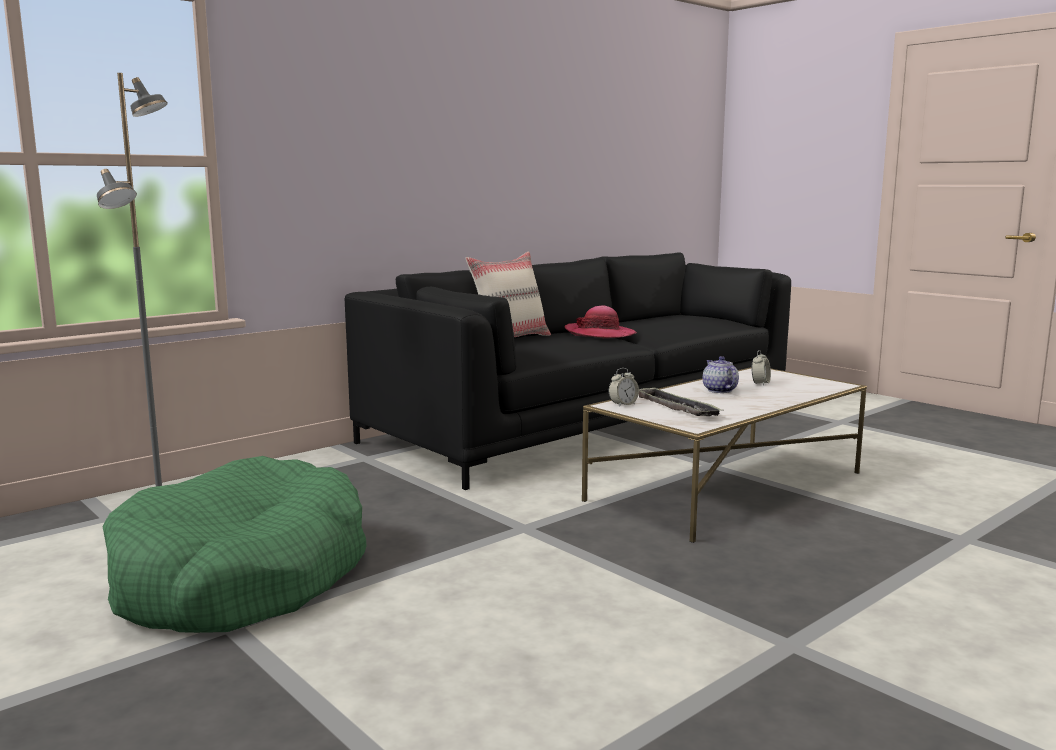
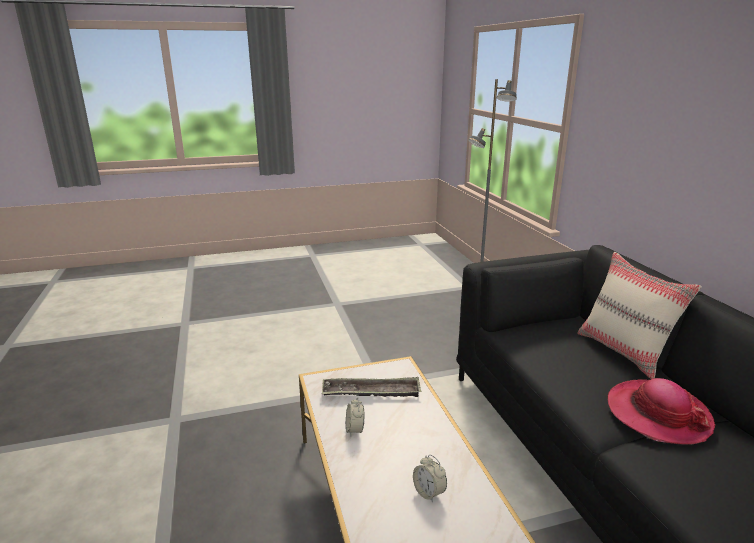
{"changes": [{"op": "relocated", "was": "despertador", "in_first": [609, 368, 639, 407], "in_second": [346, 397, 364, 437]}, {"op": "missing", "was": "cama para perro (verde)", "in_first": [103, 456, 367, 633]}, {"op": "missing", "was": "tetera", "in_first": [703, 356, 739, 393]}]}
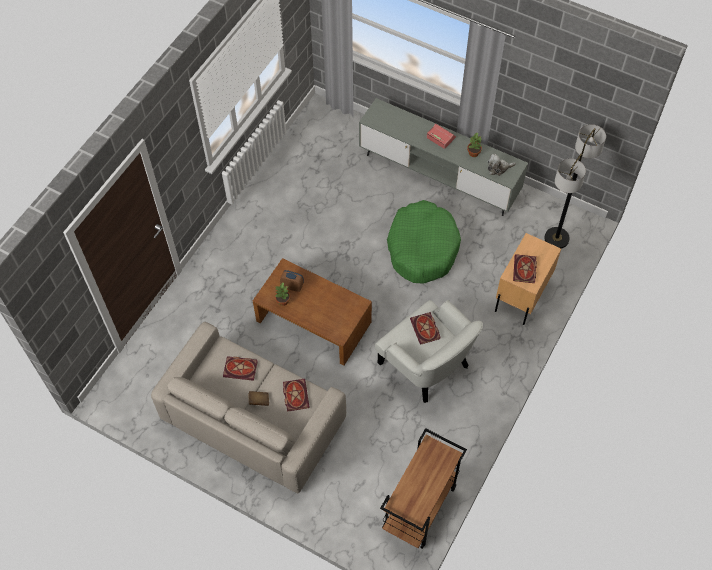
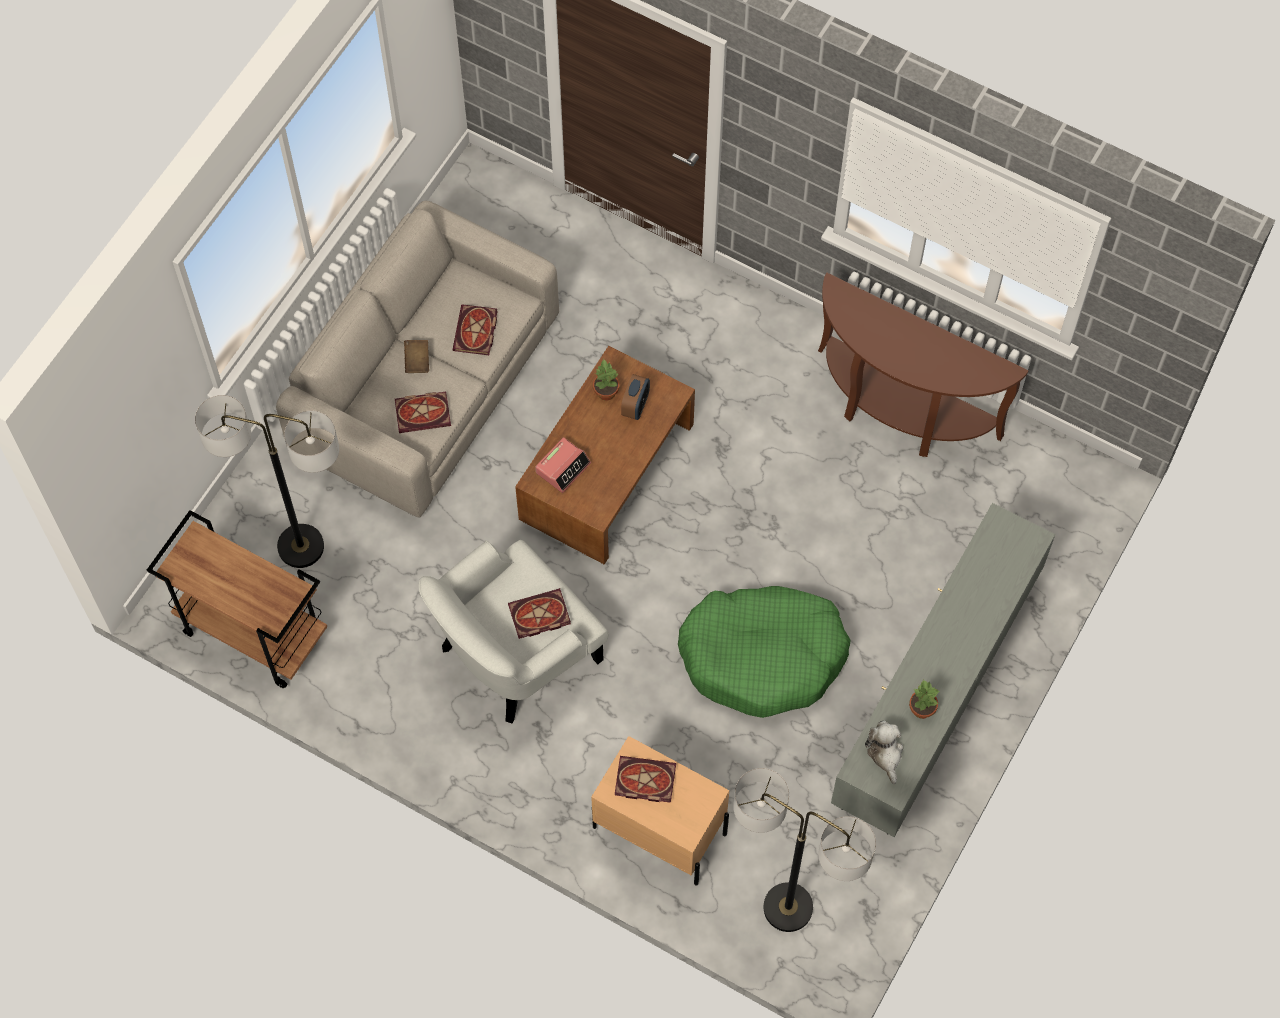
{"changes": [{"op": "appeared", "now": "lámpara de pie", "in_second": [195, 395, 339, 568]}, {"op": "relocated", "was": "despertador", "in_first": [427, 123, 456, 149], "in_second": [535, 437, 591, 493]}, {"op": "appeared", "now": "mesa consola (marrón)", "in_second": [818, 273, 1029, 457]}]}
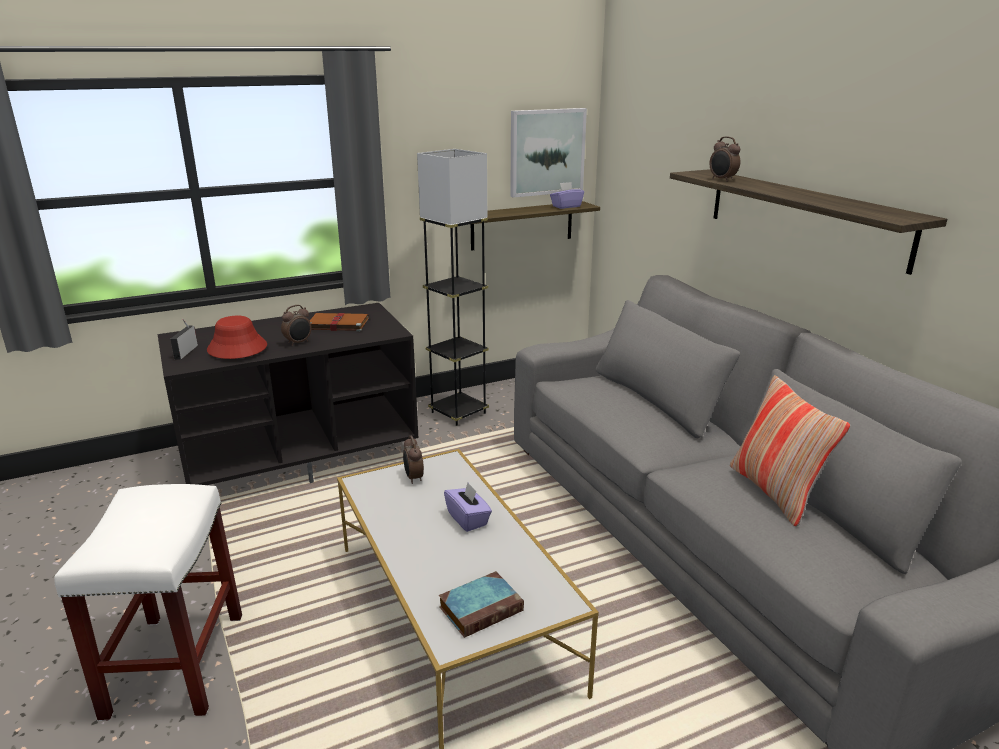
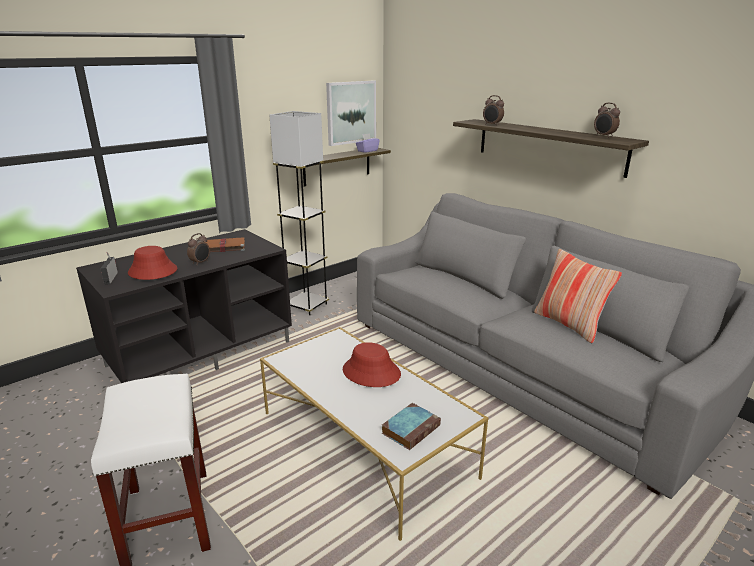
{"changes": [{"op": "exchanged", "was": "caja de pañuelos (morado)", "now": "sombrero (rojo)", "in_first": [444, 482, 492, 532], "in_second": [343, 342, 401, 387]}, {"op": "relocated", "was": "despertador", "in_first": [403, 435, 424, 484], "in_second": [594, 103, 620, 137]}]}
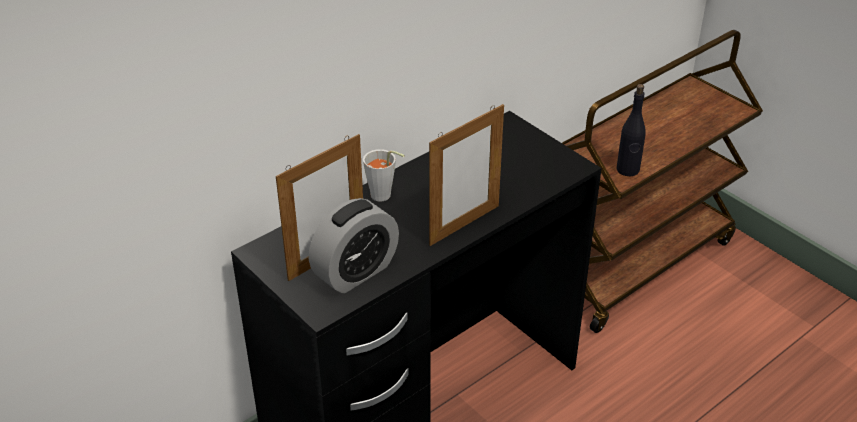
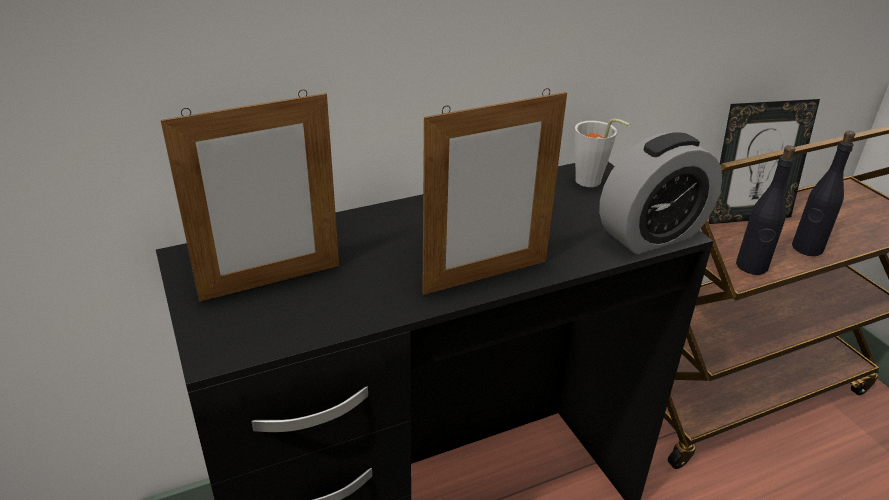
{"changes": [{"op": "relocated", "was": "taza (gris)", "in_first": [363, 149, 405, 201], "in_second": [575, 119, 631, 187]}, {"op": "relocated", "was": "despertador", "in_first": [309, 198, 399, 293], "in_second": [599, 132, 722, 254]}, {"op": "appeared", "now": "portarretratos", "in_second": [708, 99, 820, 224]}, {"op": "appeared", "now": "botella (negro)", "in_second": [792, 131, 855, 256]}]}
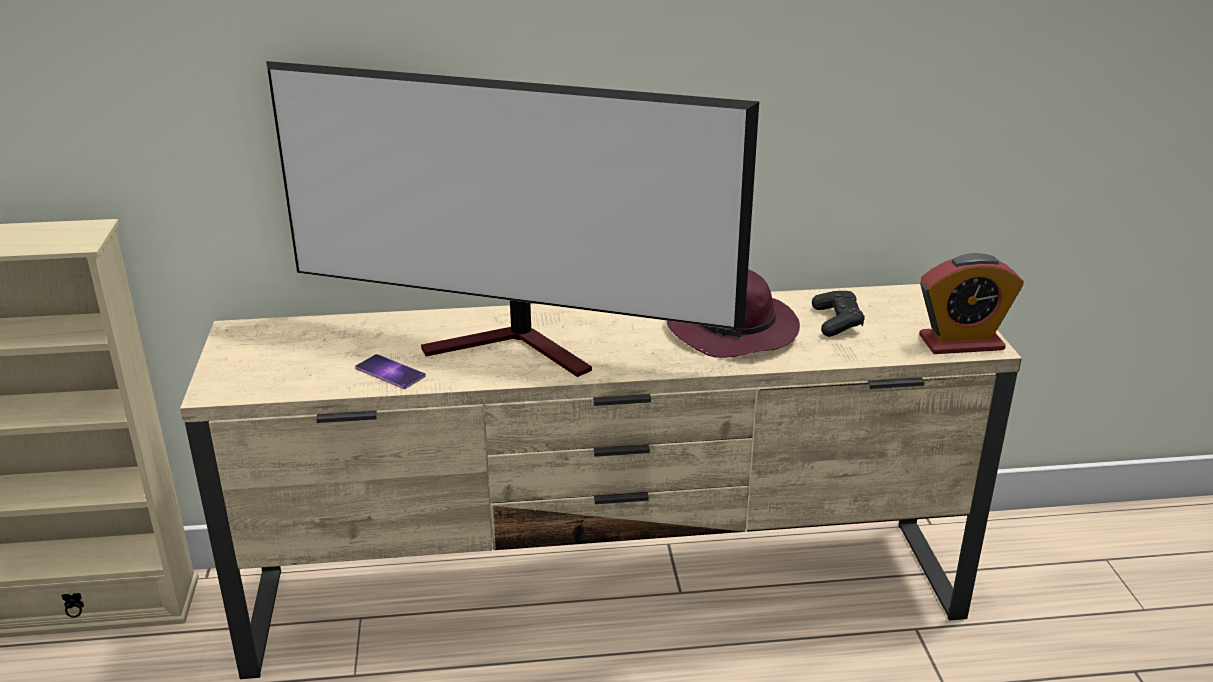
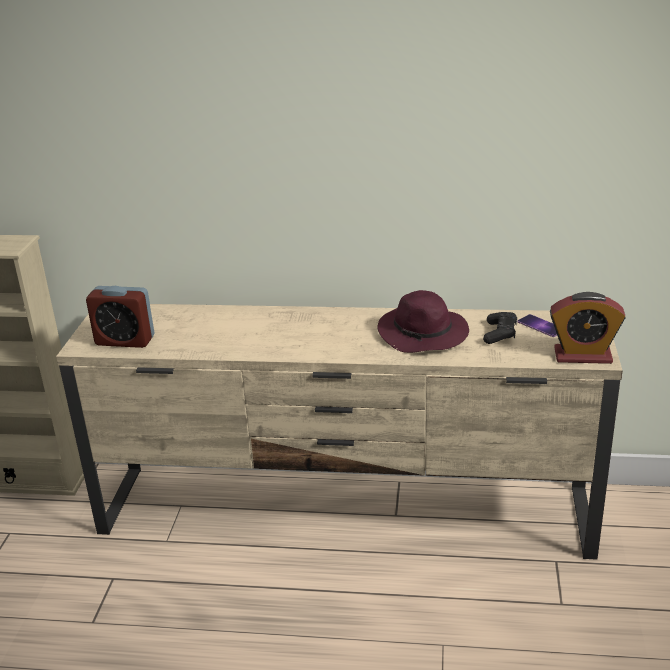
{"changes": [{"op": "appeared", "now": "despertador", "in_second": [86, 286, 154, 348]}, {"op": "relocated", "was": "móvil", "in_first": [355, 354, 426, 389], "in_second": [518, 314, 557, 337]}, {"op": "missing", "was": "televisor", "in_first": [266, 61, 759, 377]}]}
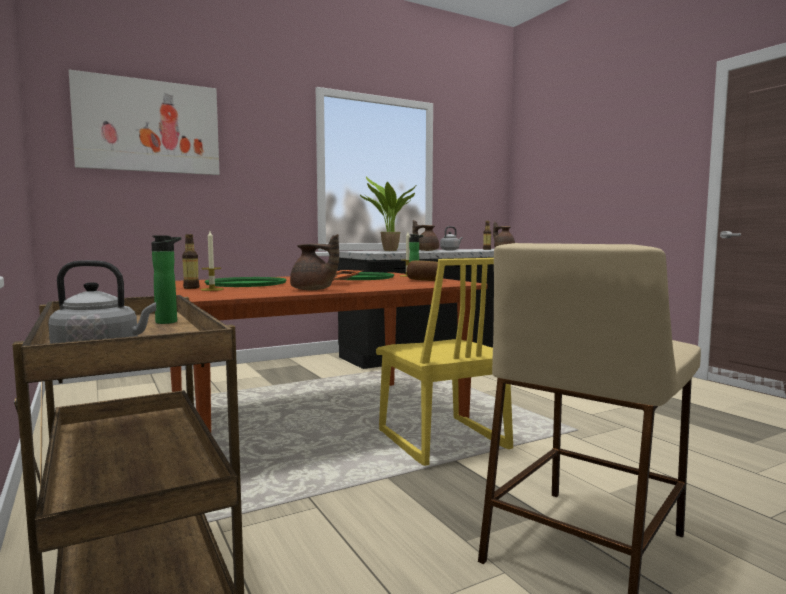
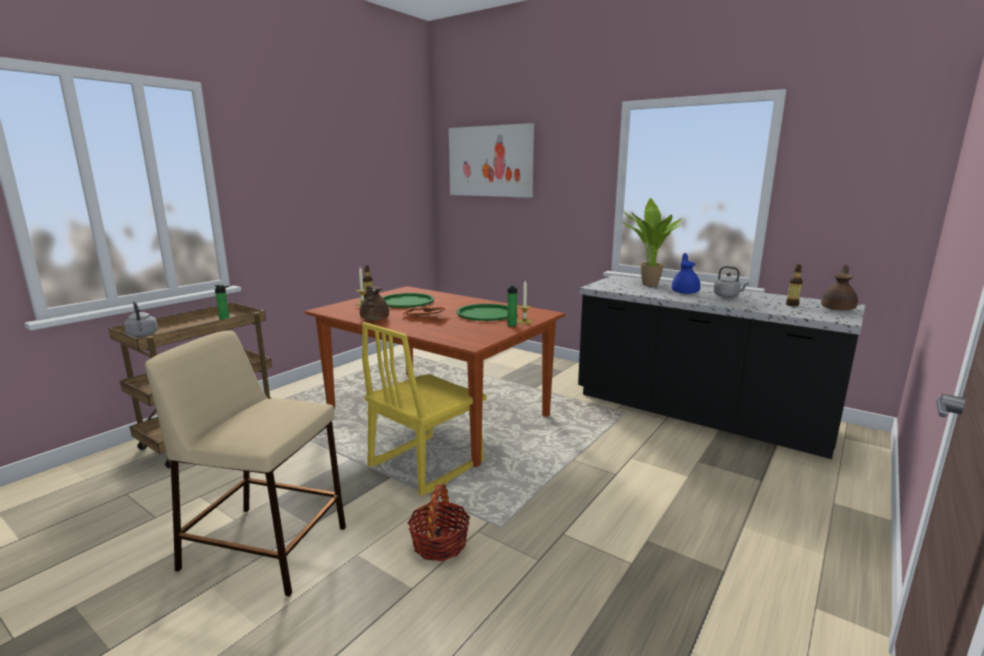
{"changes": [{"op": "appeared", "now": "cesta", "in_second": [408, 484, 470, 561]}, {"op": "colour", "was": "tetera (marrón)", "now": "tetera (azul)", "in_first": [413, 220, 439, 251], "in_second": [672, 253, 700, 294]}, {"op": "missing", "was": "pan", "in_first": [407, 260, 438, 281]}]}
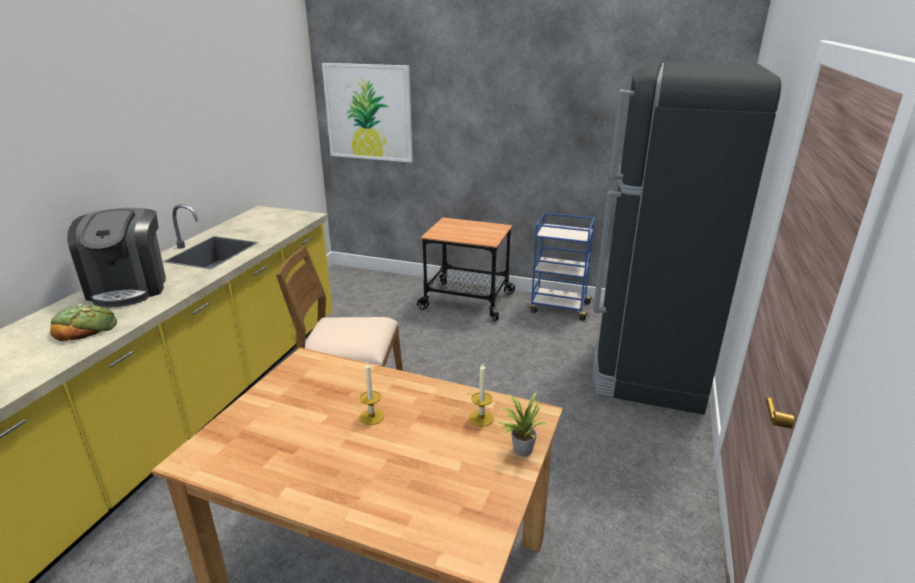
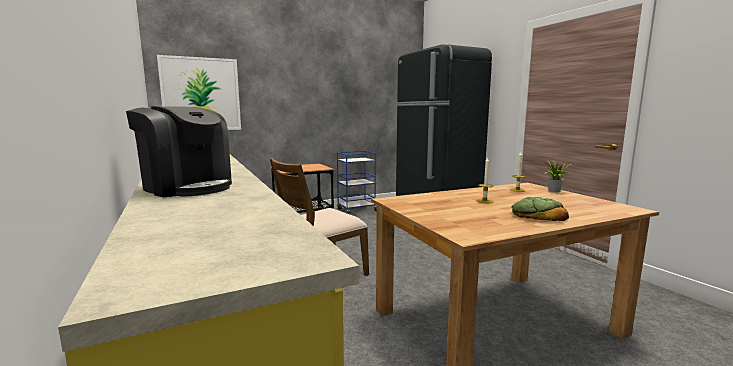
{"changes": [{"op": "relocated", "was": "pan", "in_first": [50, 304, 117, 341], "in_second": [511, 197, 569, 221]}]}
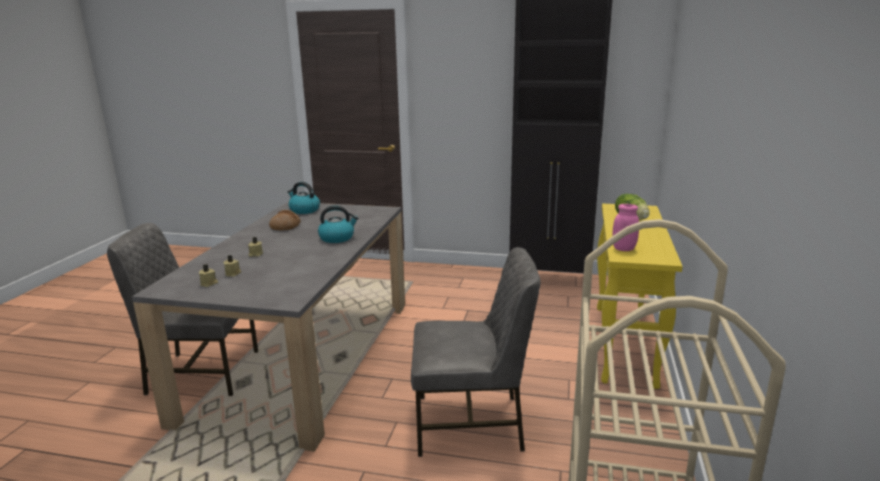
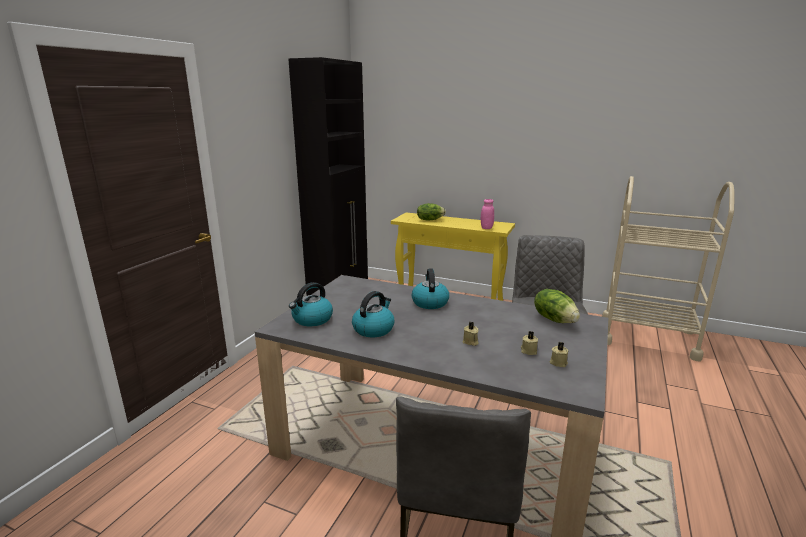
{"changes": [{"op": "exchanged", "was": "pan", "now": "hervidor", "in_first": [269, 210, 301, 230], "in_second": [352, 291, 394, 337]}, {"op": "appeared", "now": "lechuga", "in_second": [534, 289, 580, 323]}]}
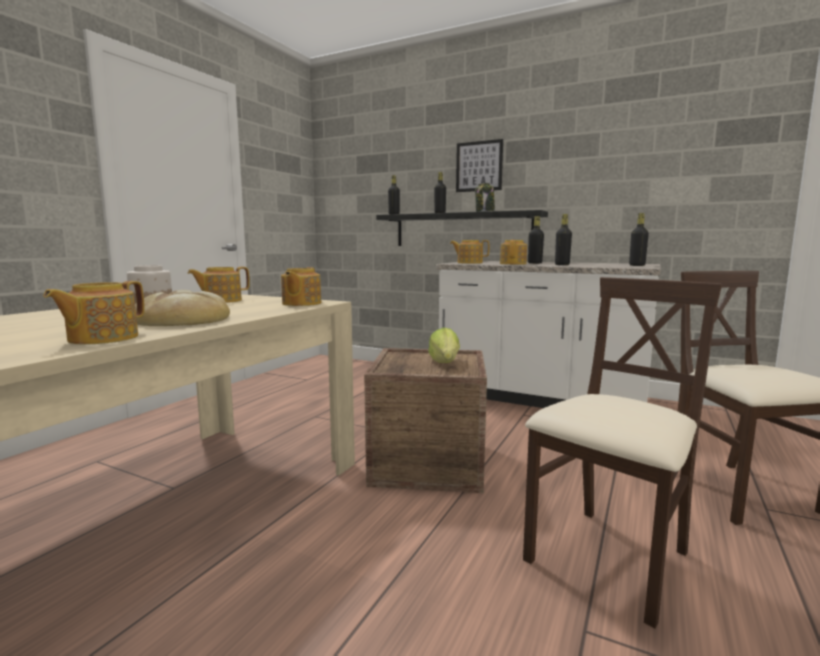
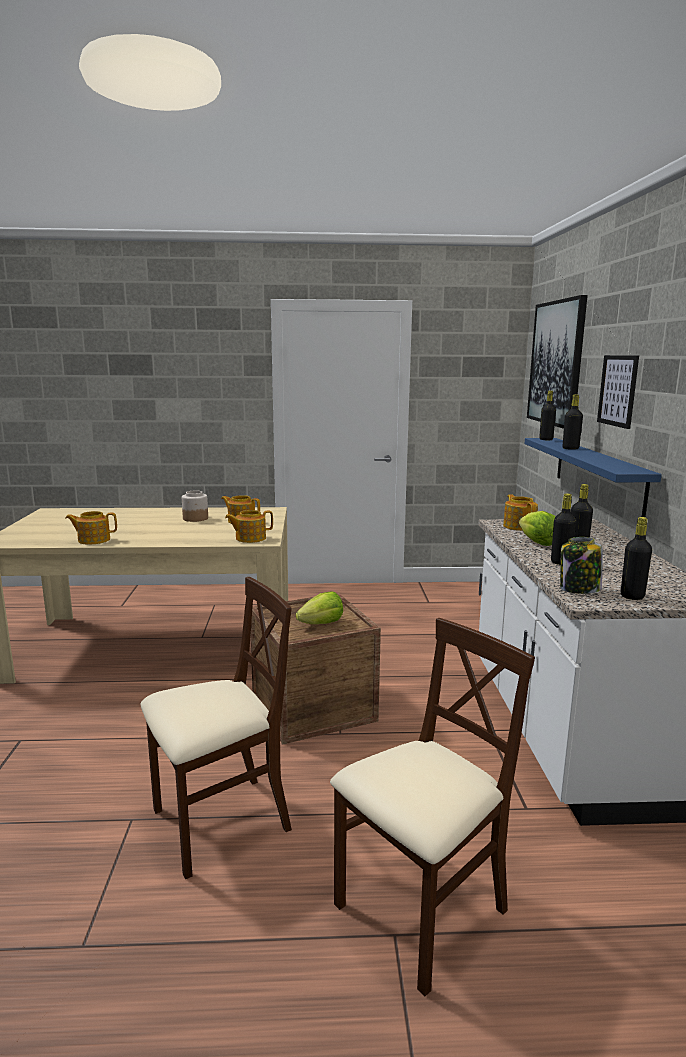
{"changes": [{"op": "spun", "was": "silla (beis)", "in_first": [523, 277, 722, 628], "in_second": [140, 577, 292, 879], "clockwise": -45}, {"op": "exchanged", "was": "tetera", "now": "lechuga", "in_first": [500, 240, 527, 265], "in_second": [519, 511, 556, 546]}, {"op": "colour", "was": "estante (negro)", "now": "estante (azul)", "in_first": [376, 210, 548, 246], "in_second": [525, 438, 662, 517]}, {"op": "appeared", "now": "cuadro", "in_second": [527, 295, 588, 429]}, {"op": "relocated", "was": "tarro", "in_first": [475, 183, 495, 212], "in_second": [560, 537, 603, 594]}, {"op": "missing", "was": "pan", "in_first": [135, 290, 230, 326]}]}
